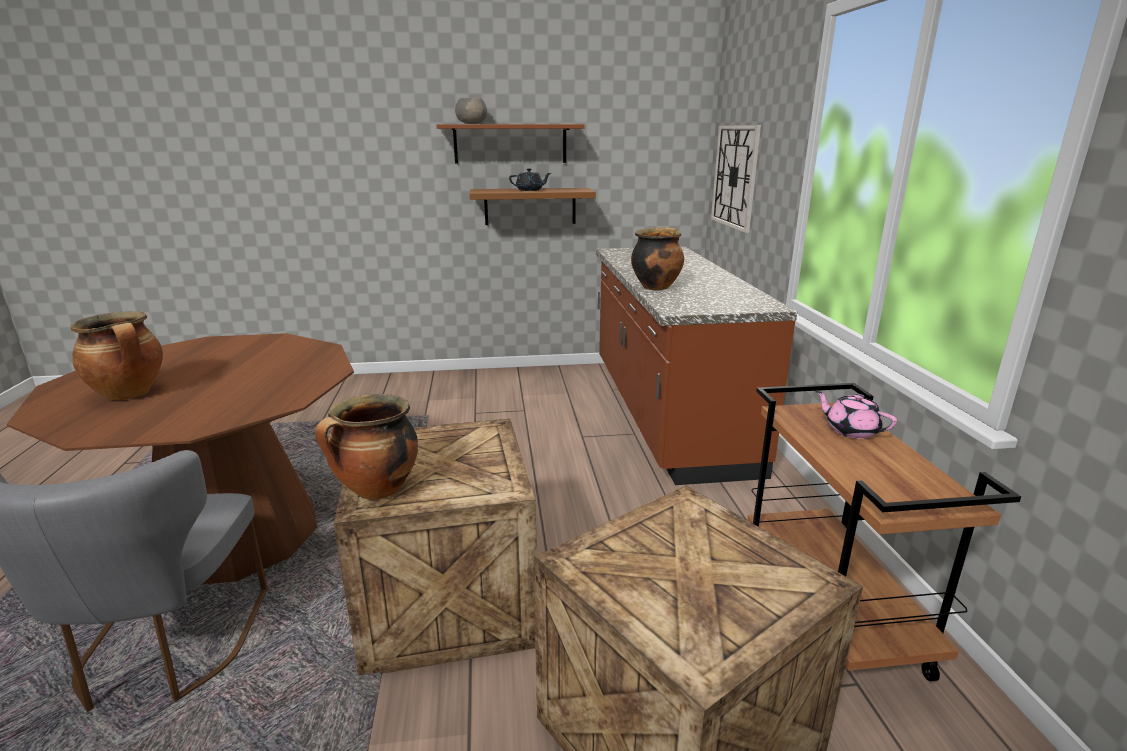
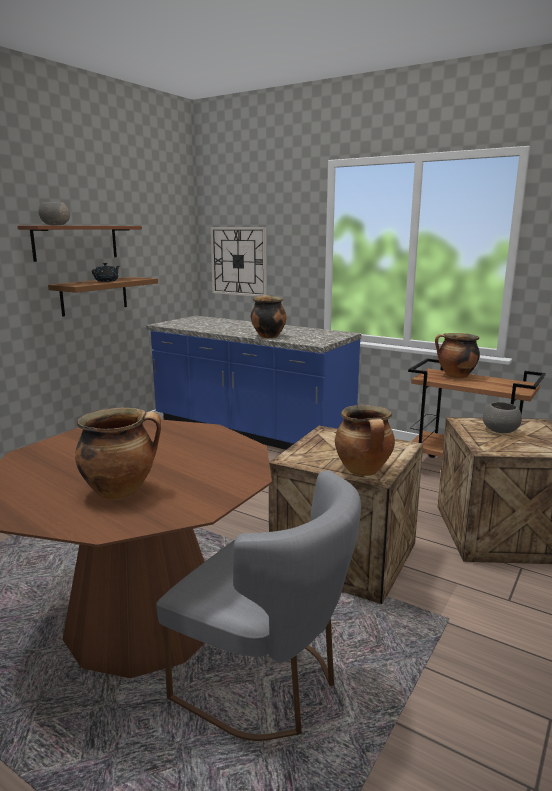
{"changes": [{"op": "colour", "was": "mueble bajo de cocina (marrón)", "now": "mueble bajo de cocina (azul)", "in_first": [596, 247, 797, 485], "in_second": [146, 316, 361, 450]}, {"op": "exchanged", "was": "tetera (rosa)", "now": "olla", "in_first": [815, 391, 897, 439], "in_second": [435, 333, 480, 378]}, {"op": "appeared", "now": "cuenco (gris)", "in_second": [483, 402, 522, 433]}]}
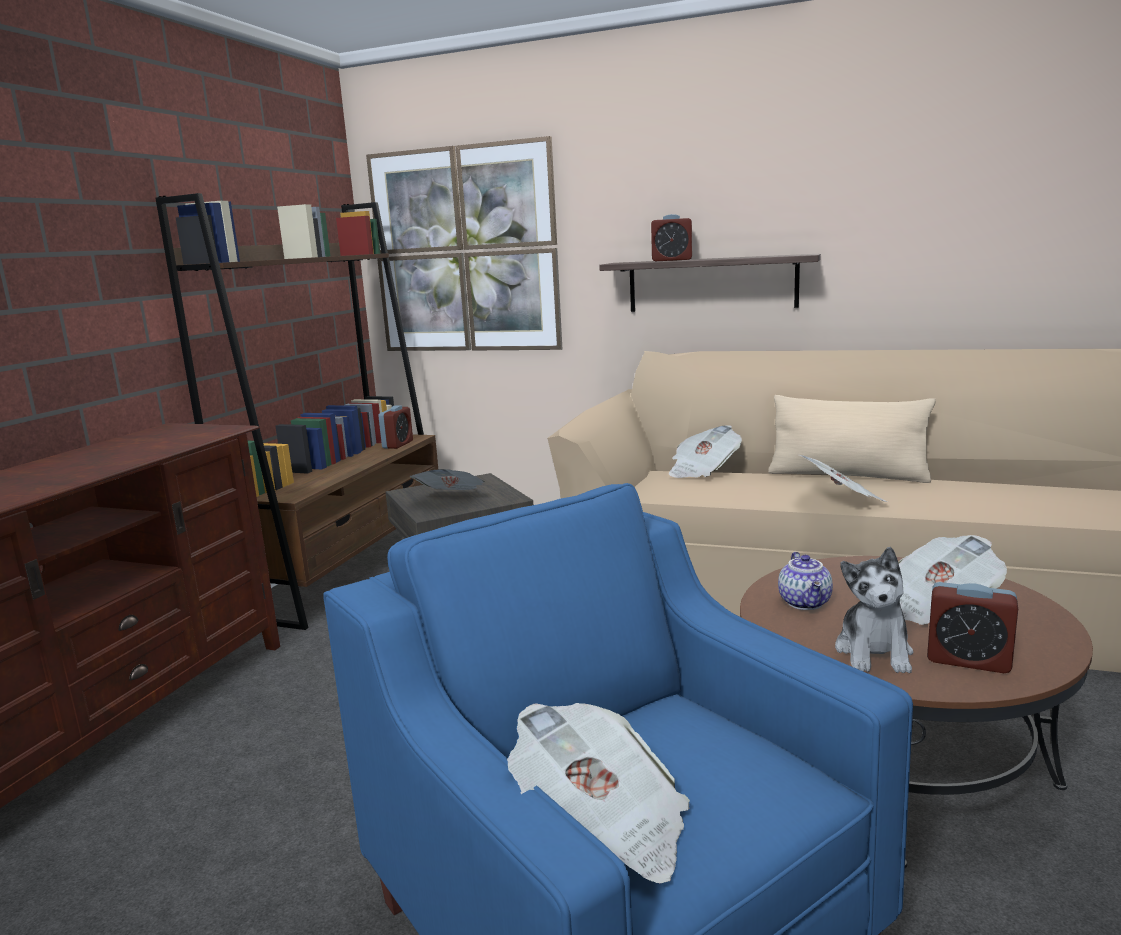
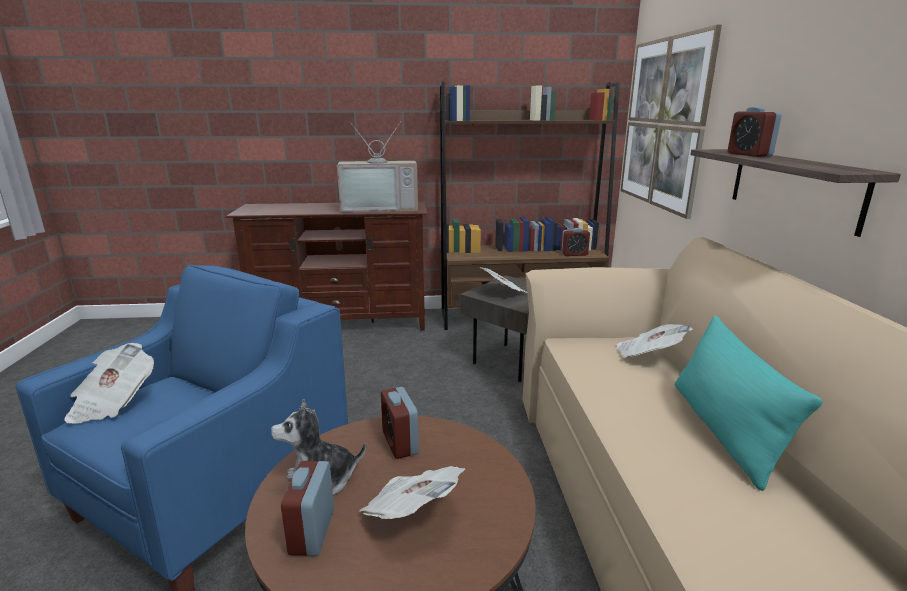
{"changes": [{"op": "appeared", "now": "televisor", "in_second": [337, 122, 418, 212]}, {"op": "exchanged", "was": "tetera", "now": "despertador", "in_first": [778, 552, 833, 610], "in_second": [381, 387, 419, 459]}, {"op": "colour", "was": "cojín (beis)", "now": "cojín (turquesa)", "in_first": [768, 395, 936, 483], "in_second": [675, 315, 823, 491]}, {"op": "missing", "was": "periódico", "in_first": [799, 455, 888, 502]}]}
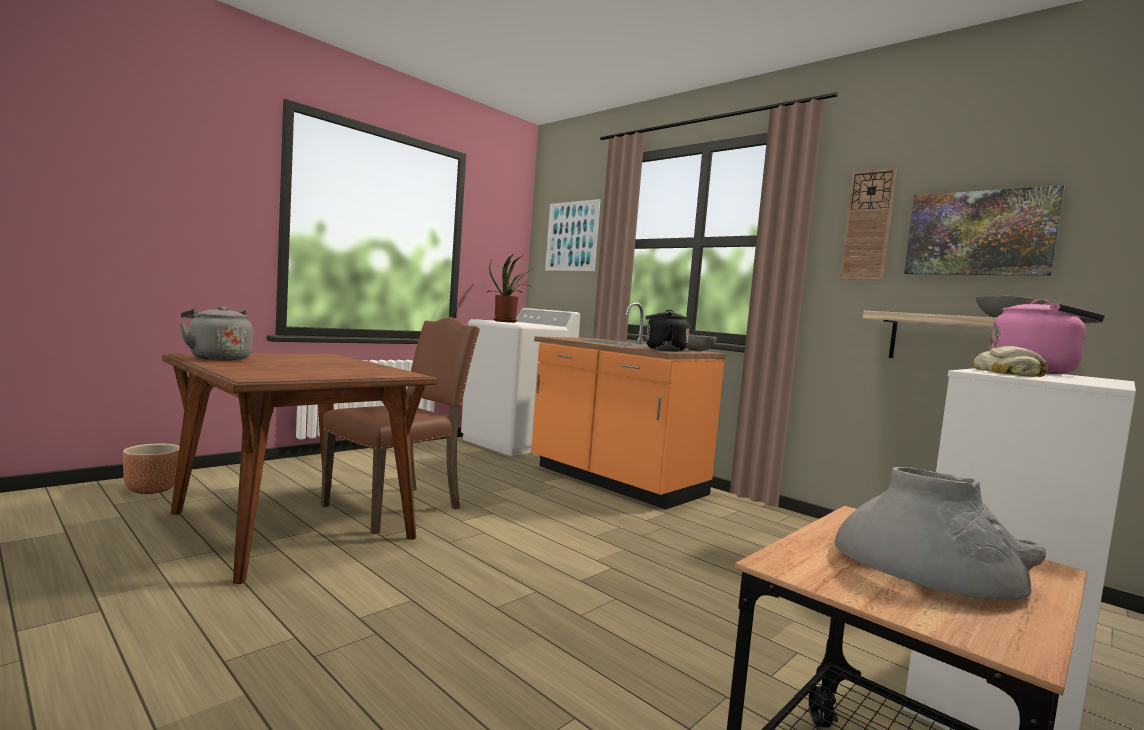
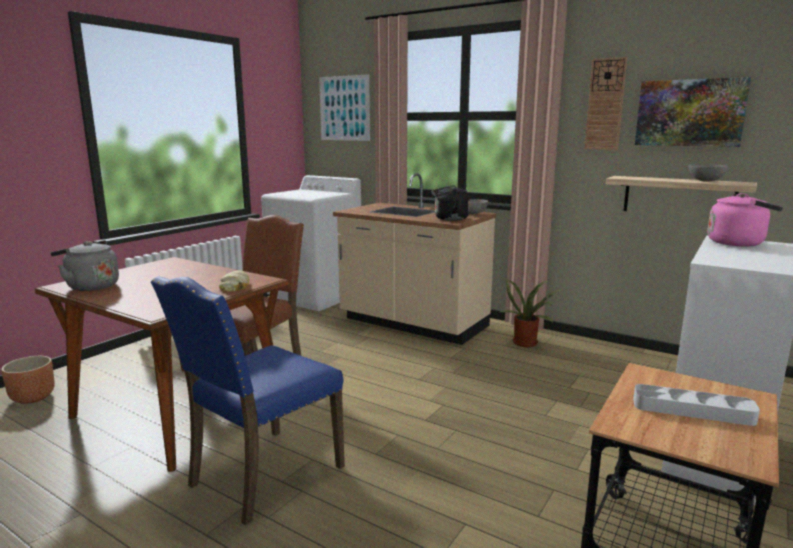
{"changes": [{"op": "appeared", "now": "silla (azul)", "in_second": [151, 276, 345, 525]}, {"op": "relocated", "was": "pan", "in_first": [972, 346, 1048, 377], "in_second": [219, 270, 249, 291]}, {"op": "colour", "was": "mueble bajo de cocina (naranja)", "now": "mueble bajo de cocina (beis)", "in_first": [531, 302, 726, 509], "in_second": [333, 173, 496, 345]}, {"op": "relocated", "was": "planta en maceta", "in_first": [487, 255, 537, 323], "in_second": [501, 278, 562, 347]}, {"op": "exchanged", "was": "florero (gris)", "now": "bandeja (gris)", "in_first": [834, 467, 1046, 600], "in_second": [633, 384, 760, 426]}]}
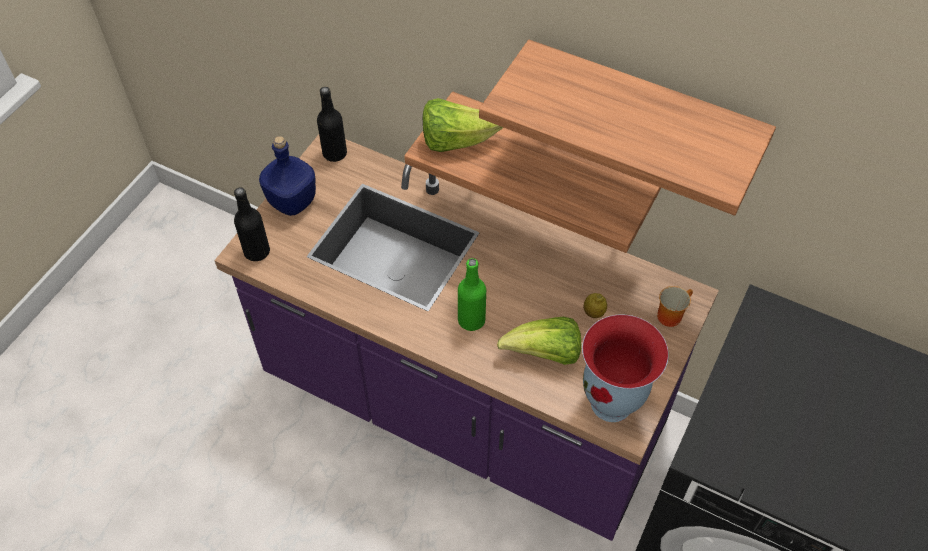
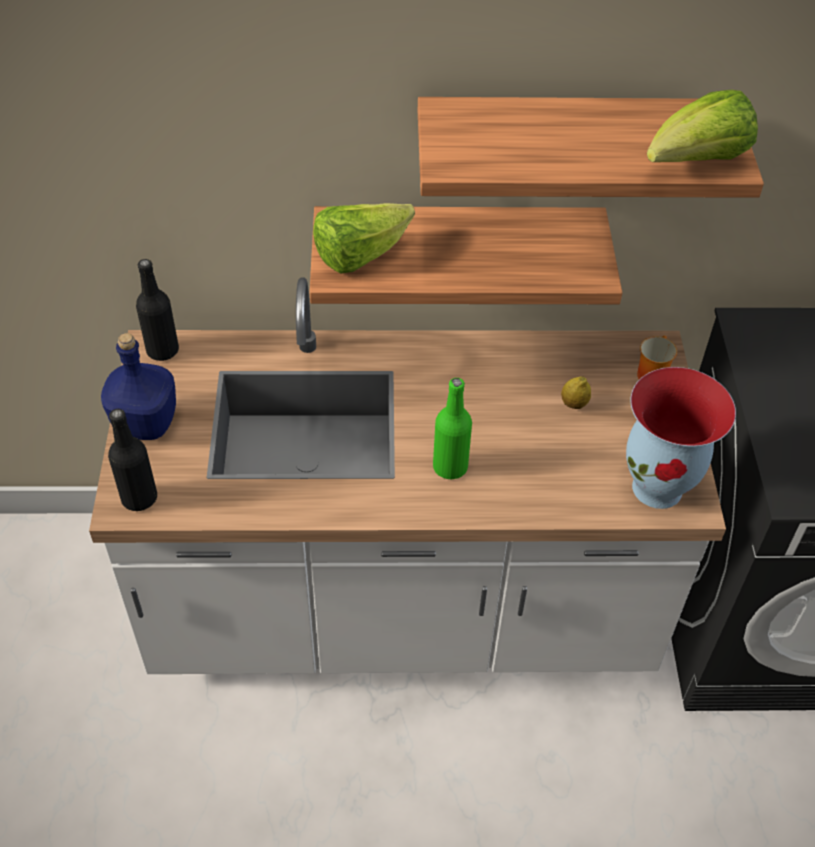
{"changes": [{"op": "colour", "was": "mueble bajo de cocina (morado)", "now": "mueble bajo de cocina (blanco)", "in_first": [214, 135, 719, 541], "in_second": [89, 277, 726, 674]}, {"op": "relocated", "was": "lechuga", "in_first": [497, 317, 581, 365], "in_second": [647, 90, 758, 162]}]}
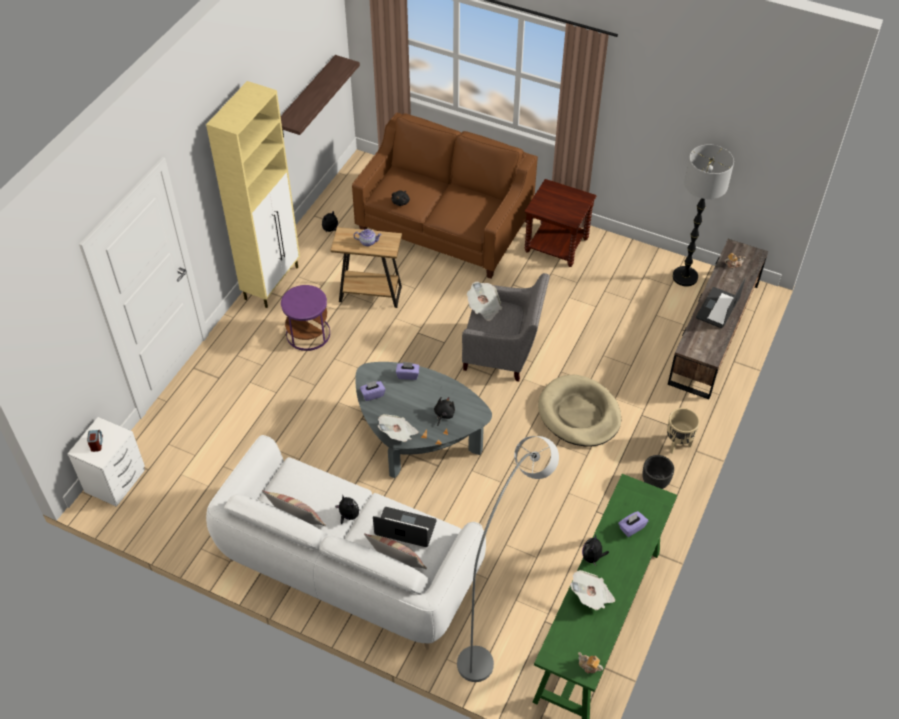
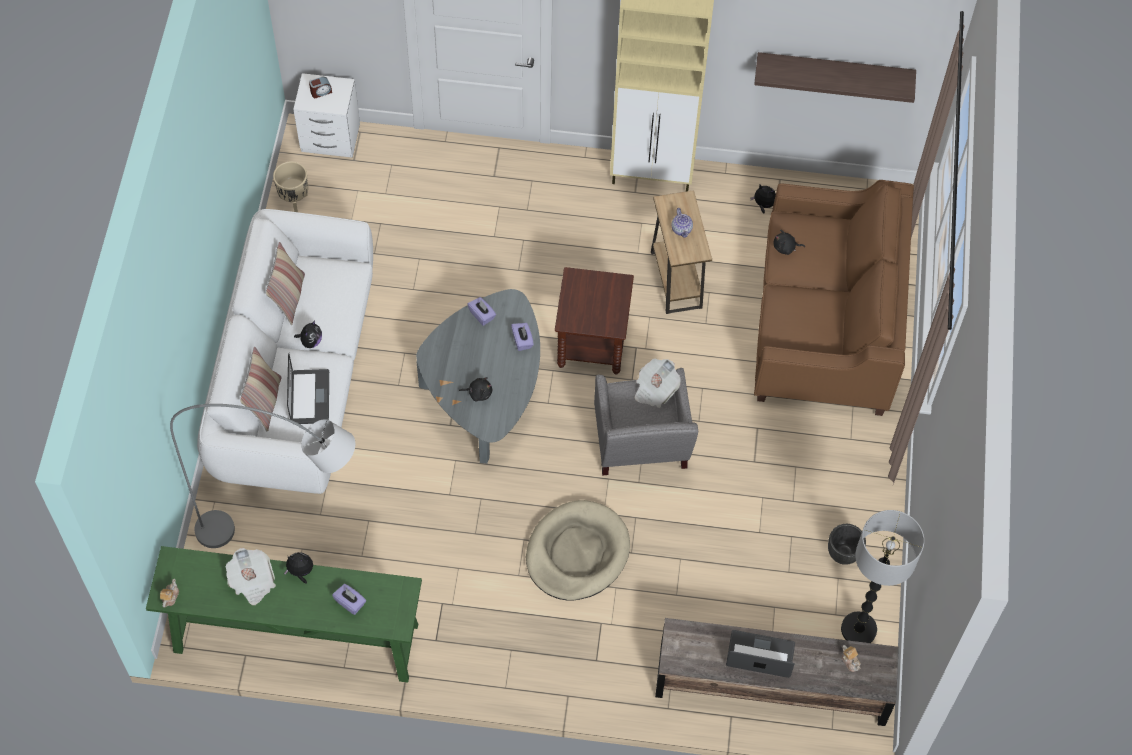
{"changes": [{"op": "relocated", "was": "maceta (beis)", "in_first": [667, 408, 699, 453], "in_second": [273, 161, 308, 212]}, {"op": "relocated", "was": "mesa auxiliar (marrón)", "in_first": [525, 179, 596, 267], "in_second": [555, 267, 634, 375]}, {"op": "relocated", "was": "maceta (negro)", "in_first": [642, 455, 674, 489], "in_second": [828, 524, 866, 565]}, {"op": "missing", "was": "mesa auxiliar (morado)", "in_first": [281, 285, 330, 351]}, {"op": "missing", "was": "periódico", "in_first": [378, 414, 419, 442]}]}
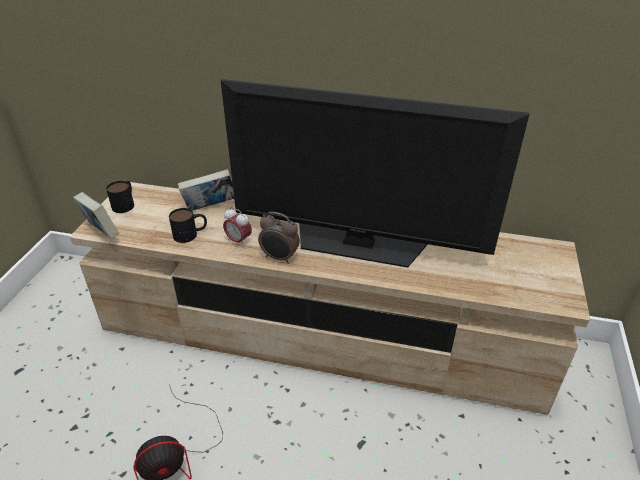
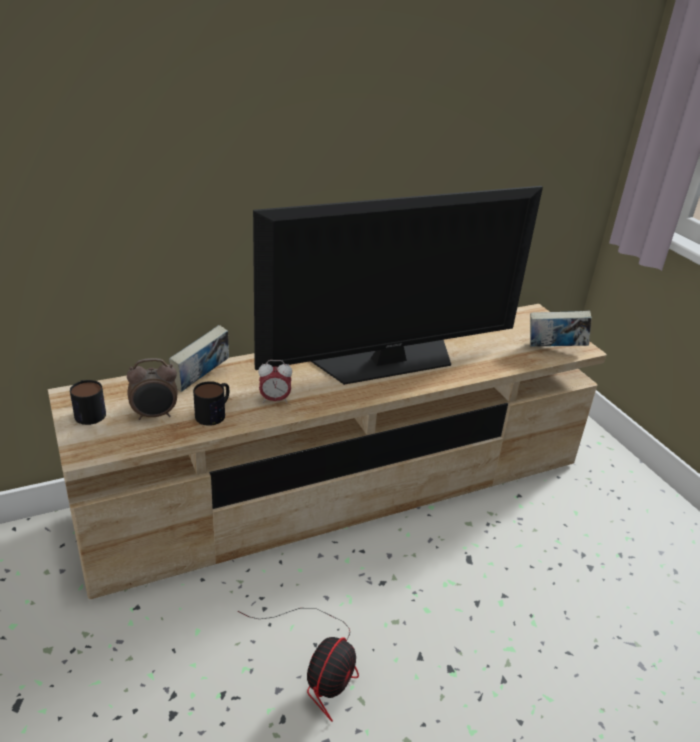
{"changes": [{"op": "relocated", "was": "despertador", "in_first": [258, 212, 300, 264], "in_second": [127, 358, 177, 420]}, {"op": "relocated", "was": "libro", "in_first": [73, 192, 119, 239], "in_second": [530, 311, 592, 347]}]}
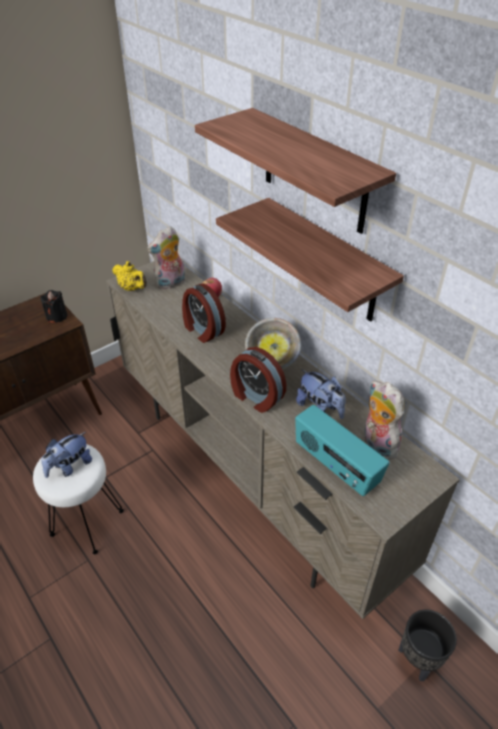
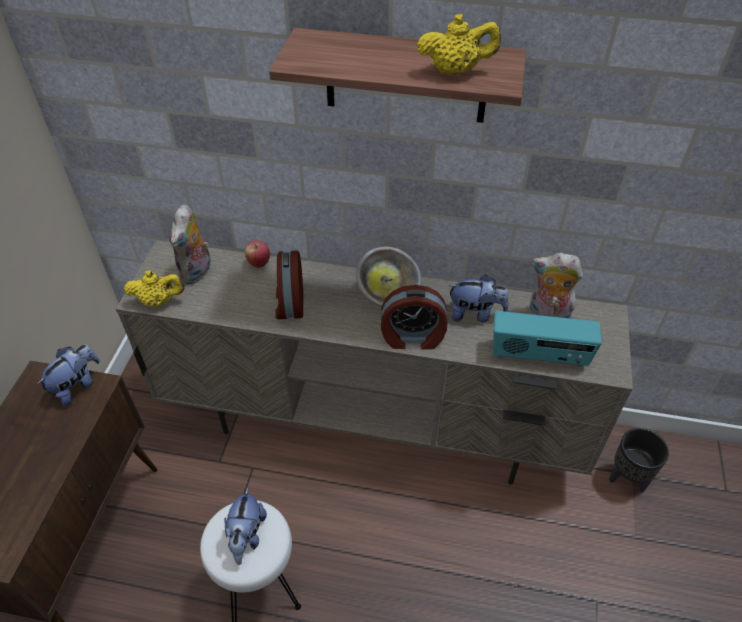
{"changes": [{"op": "exchanged", "was": "vela (negro)", "now": "peluche", "in_first": [41, 290, 67, 323], "in_second": [37, 345, 100, 406]}, {"op": "spun", "was": "despertador", "in_first": [182, 283, 226, 343], "in_second": [275, 251, 303, 319], "clockwise": 75}, {"op": "appeared", "now": "tetera (amarillo)", "in_second": [417, 14, 501, 75]}, {"op": "missing", "was": "estante", "in_first": [216, 198, 404, 322]}]}
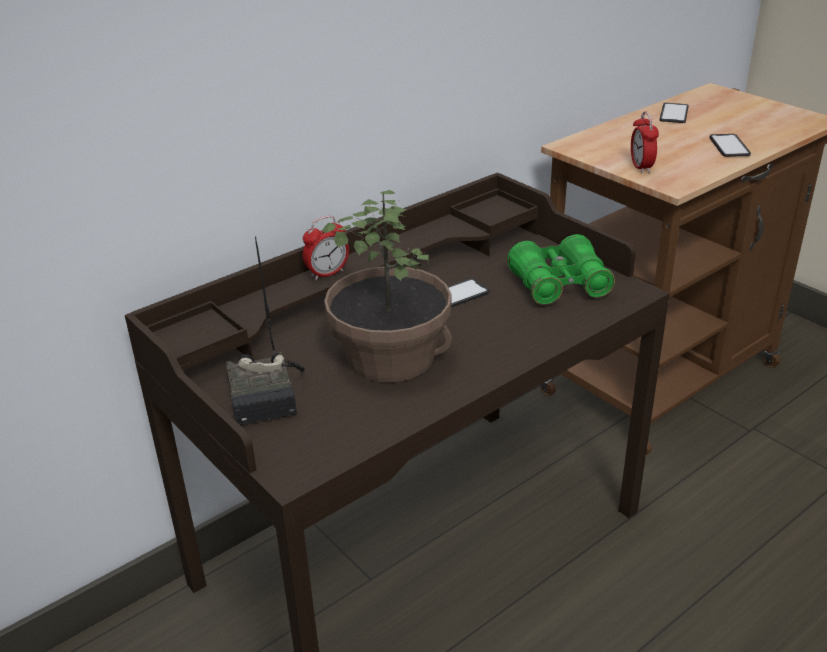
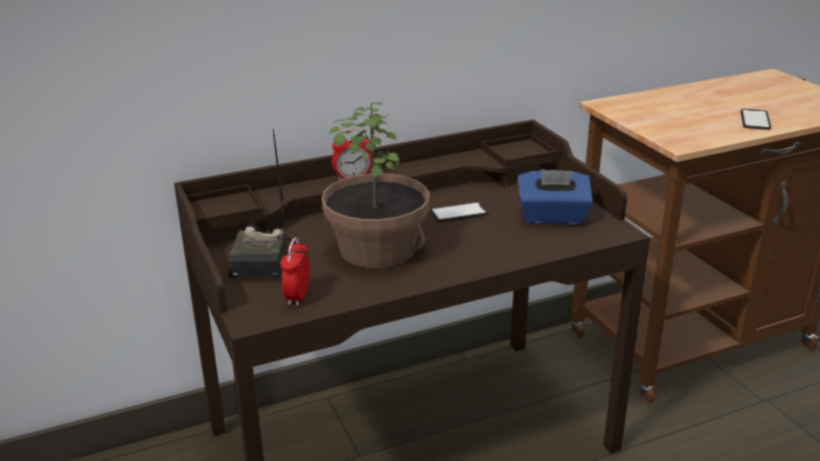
{"changes": [{"op": "relocated", "was": "despertador", "in_first": [631, 112, 659, 173], "in_second": [280, 237, 310, 306]}, {"op": "exchanged", "was": "prismáticos (verde)", "now": "caja de pañuelos (azul)", "in_first": [507, 234, 615, 305], "in_second": [518, 169, 593, 224]}, {"op": "missing", "was": "móvil", "in_first": [660, 103, 689, 123]}]}
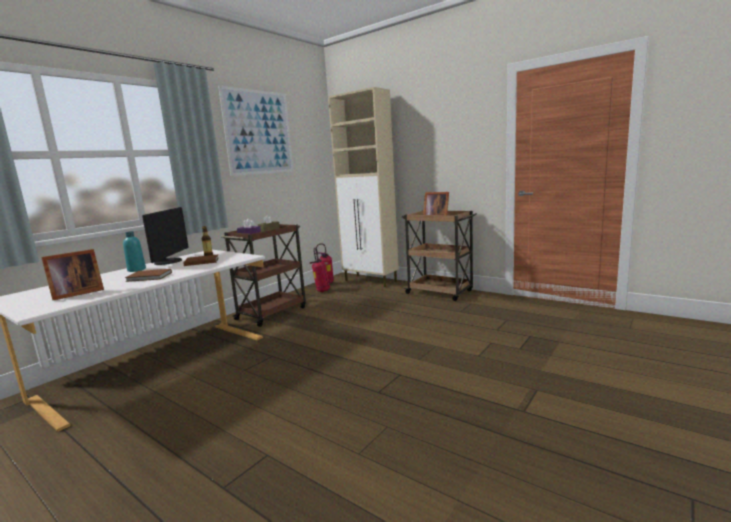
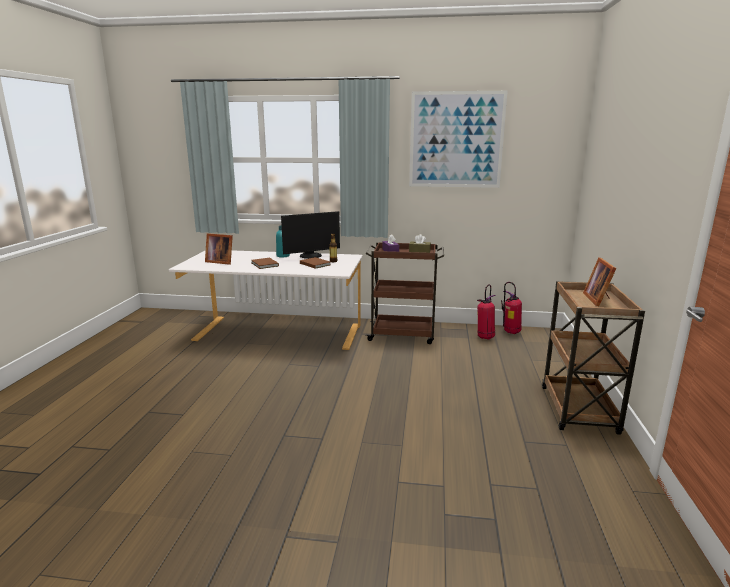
{"changes": [{"op": "missing", "was": "armario (beis)", "in_first": [328, 87, 399, 287]}]}
